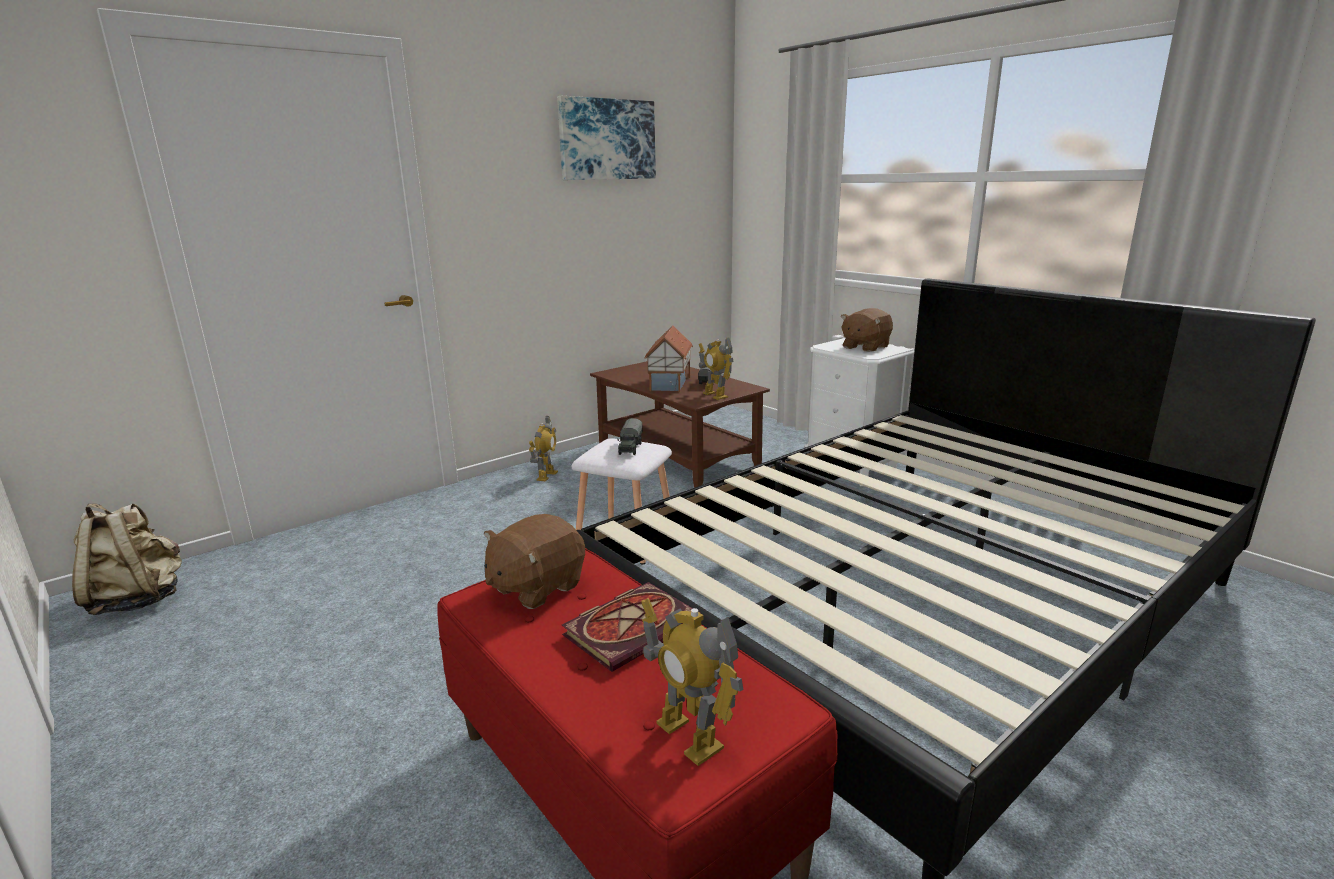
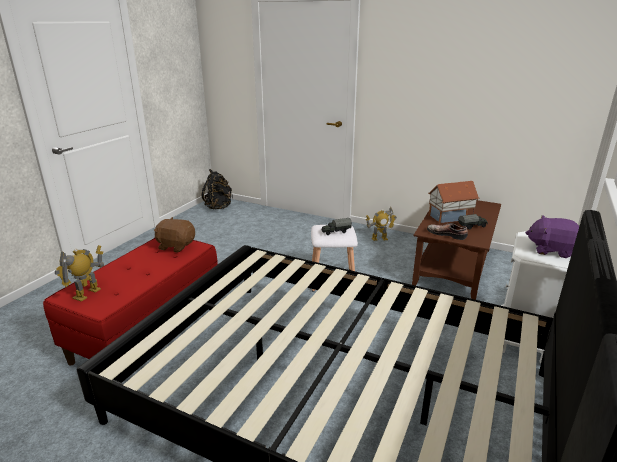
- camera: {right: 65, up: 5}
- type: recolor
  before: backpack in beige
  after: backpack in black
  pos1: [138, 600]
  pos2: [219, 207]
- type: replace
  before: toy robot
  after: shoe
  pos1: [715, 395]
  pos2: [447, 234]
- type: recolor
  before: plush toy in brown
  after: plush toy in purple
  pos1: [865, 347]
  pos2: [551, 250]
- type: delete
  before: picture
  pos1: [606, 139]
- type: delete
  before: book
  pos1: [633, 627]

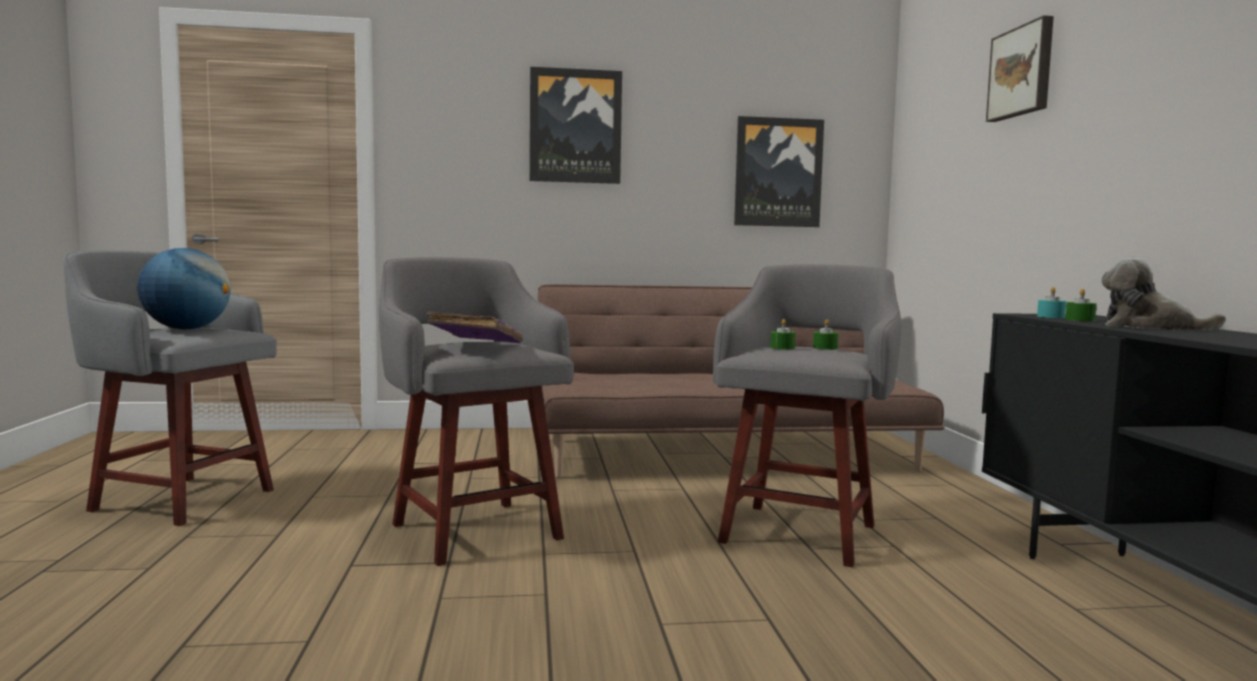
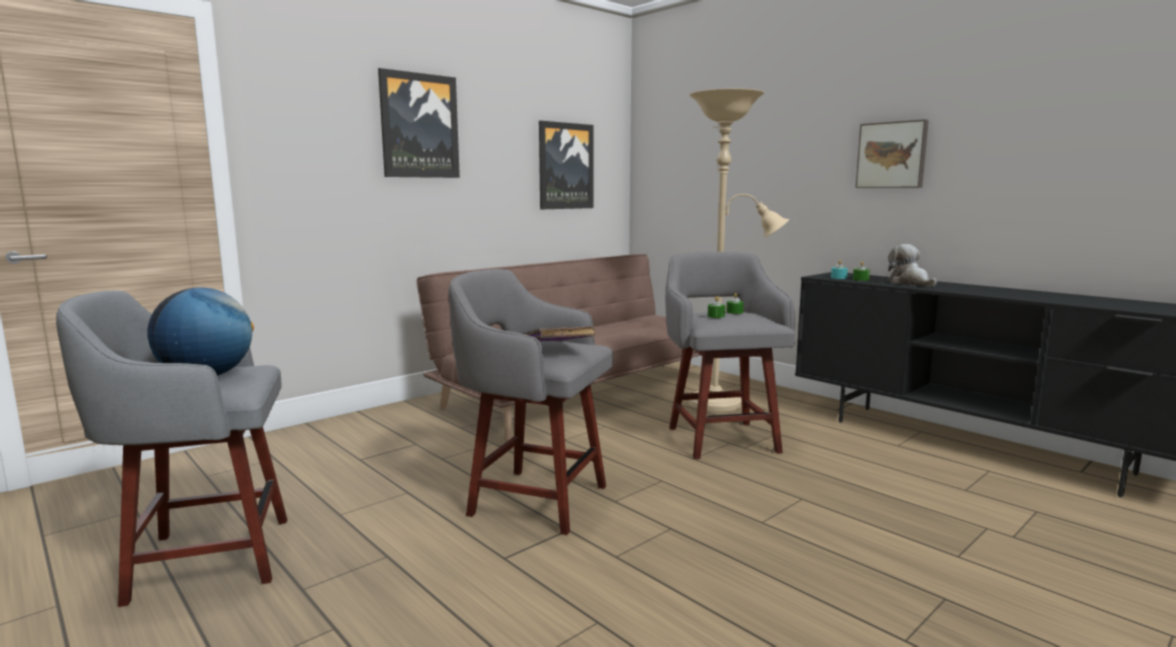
- camera: {right: -35, up: 5}
- type: insert
  after: floor lamp in beige
  pos2: [722, 403]
- type: move
  before: picture
  pos1: [1022, 72]
  pos2: [892, 155]
- type: rotate
  before: plush toy
  pos1: [1149, 327]
  pos2: [910, 283]
  turn: 75

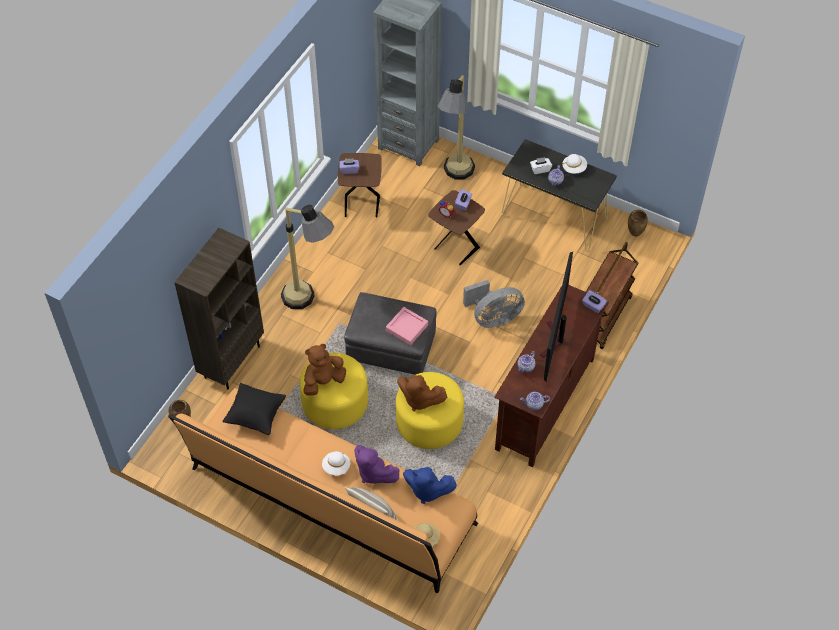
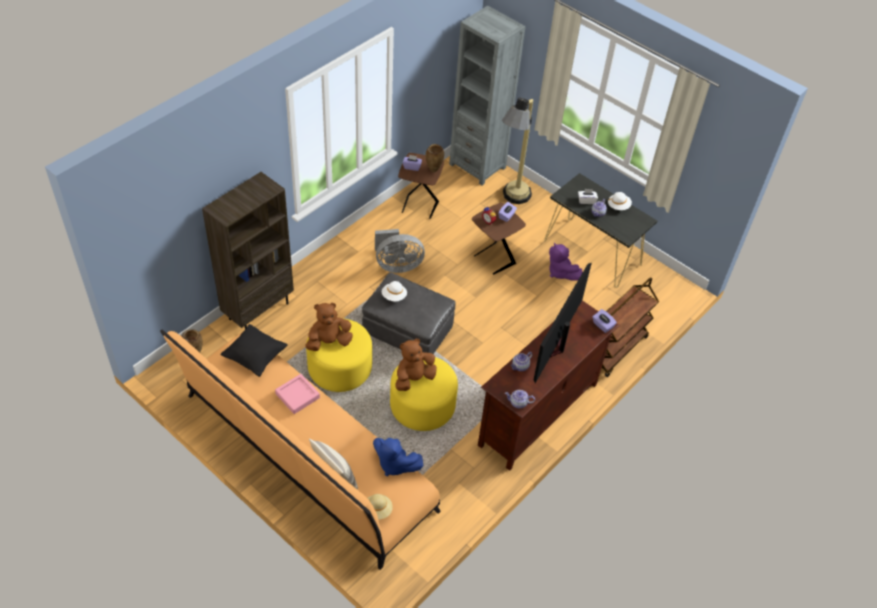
- camera: {right: 10, up: -5}
- type: move
  before: tray in pink
  pos1: [407, 328]
  pos2: [297, 396]
- type: move
  before: fan in grey
  pos1: [493, 318]
  pos2: [397, 265]
- type: move
  before: hat in white
  pos1: [336, 467]
  pos2: [394, 296]
- type: rotate
  before: plush toy in brown
  pos1: [419, 399]
  pos2: [414, 378]
  turn: 105
- type: move
  before: vase in brown
  pos1: [634, 234]
  pos2: [433, 170]
- type: move
  before: plush toy in purple
  pos1: [373, 473]
  pos2: [560, 272]
- type: delete
  before: floor lamp
  pos1: [310, 303]

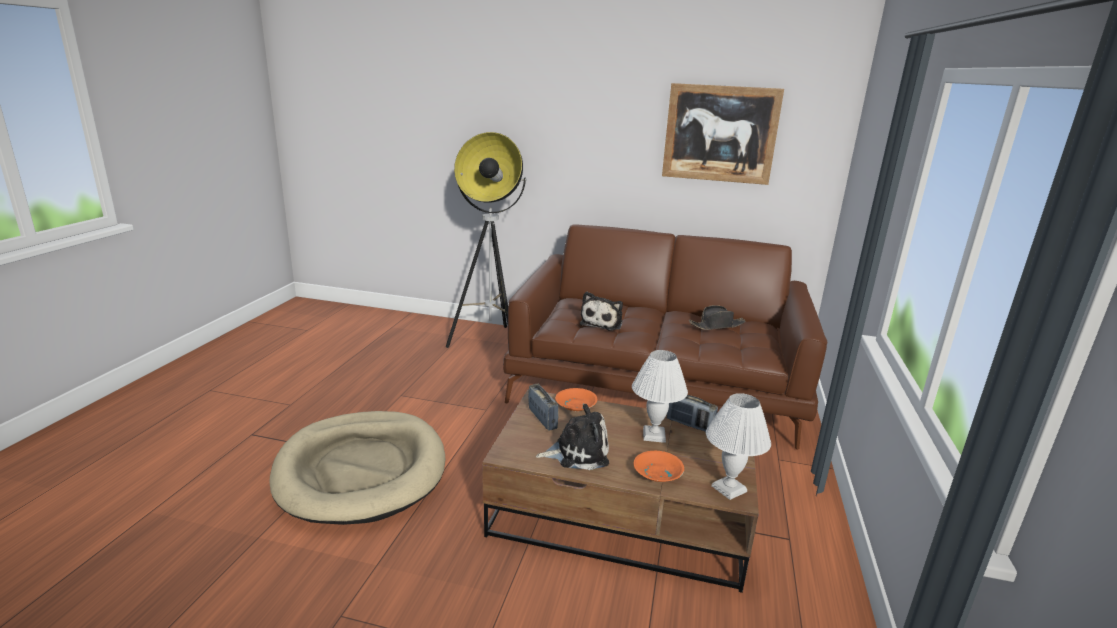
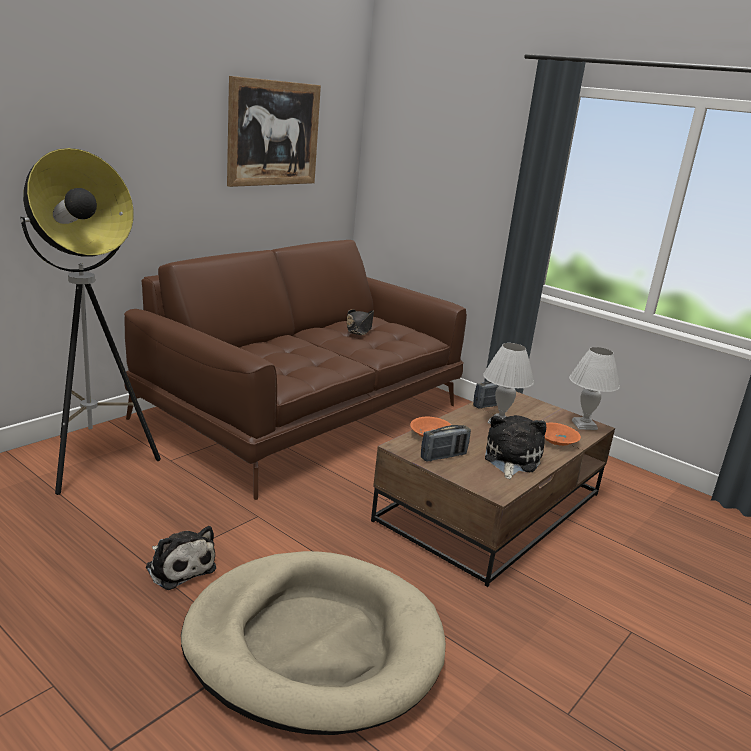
- camera: {right: -65, up: 0}
- type: move
  before: plush toy
  pos1: [602, 323]
  pos2: [179, 567]
- type: rotate
  before: radio
  pos1: [542, 419]
  pos2: [443, 456]
  turn: 150

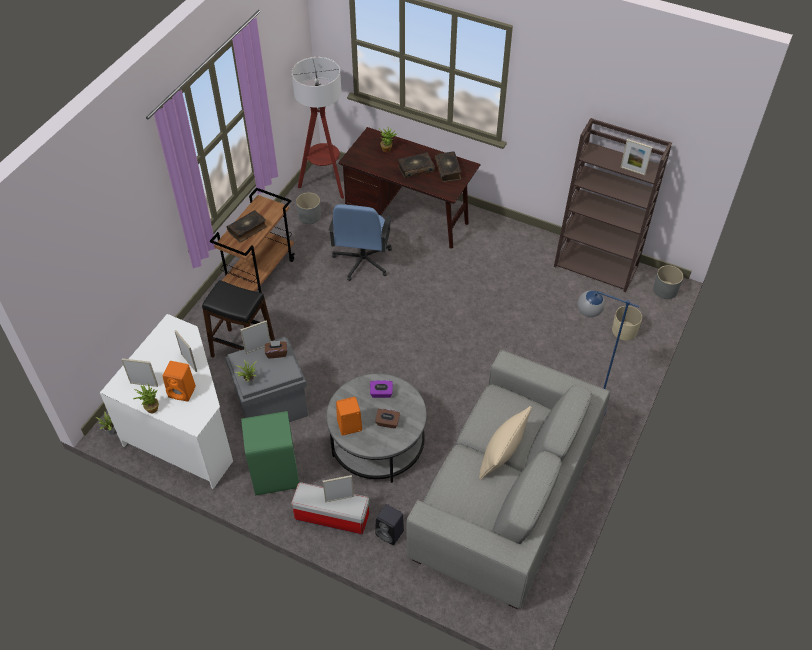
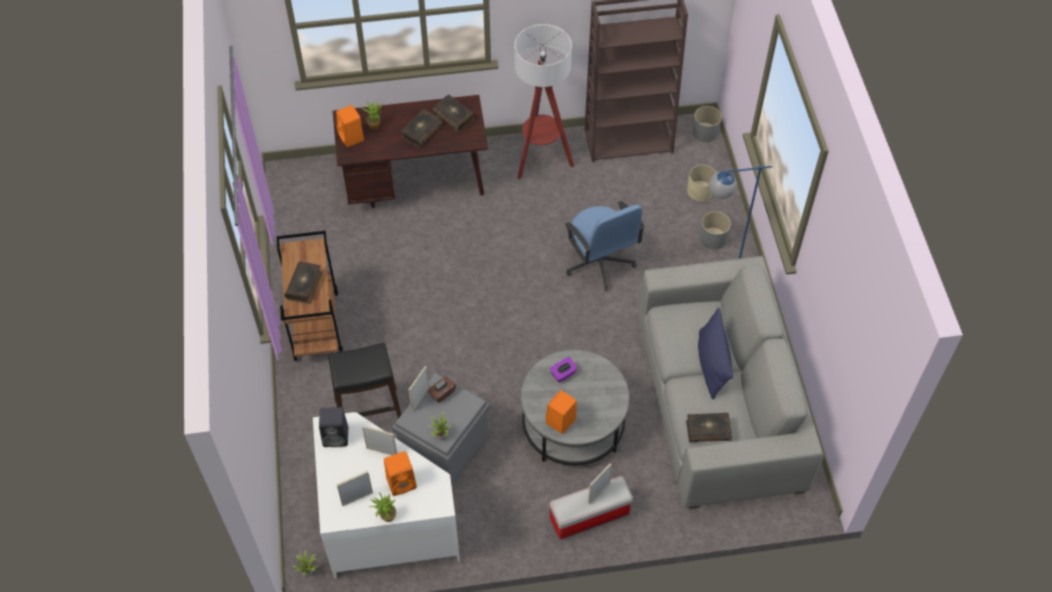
- camera: {right: -35, up: 5}
- type: move
  before: speaker in black
  pos1: [390, 533]
  pos2: [337, 436]
- type: insert
  after: speaker in orange
  pos2: [352, 138]
- type: move
  before: floor lamp
  pos1: [325, 184]
  pos2: [541, 160]
- type: move
  before: office chair in blue
  pos1: [362, 261]
  pos2: [599, 263]
- type: insert
  after: book
  pos2: [708, 430]
- type: recolor
  before: pillow in beige
  after: pillow in blue
  pos1: [502, 452]
  pos2: [712, 364]
- type: move
  before: planter in grey
  pos1: [309, 216]
  pos2: [713, 238]
- type: delete
  before: trash can in green
  pos1: [276, 476]
- type: delete
  before: tissue box in brown
  pos1: [387, 423]
- type: delete
  before: picture frame
  pos1: [632, 171]

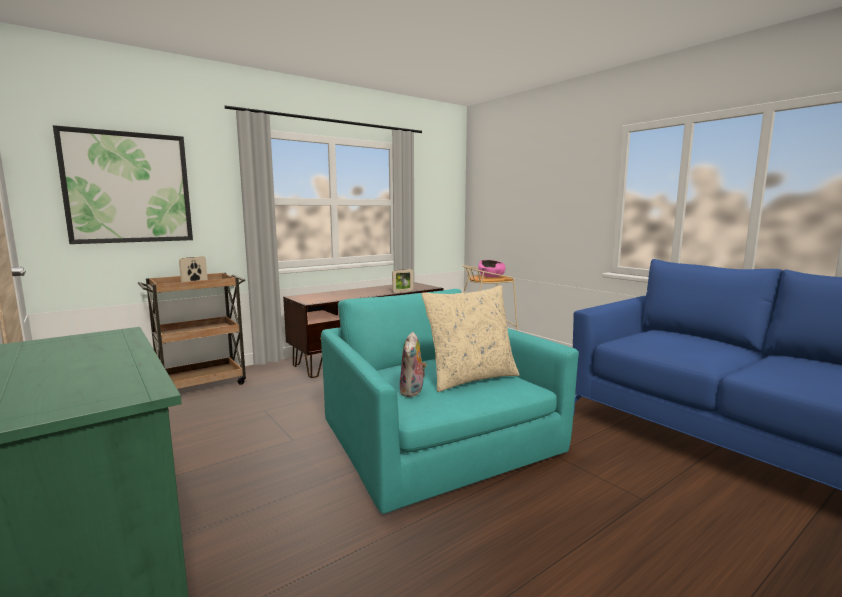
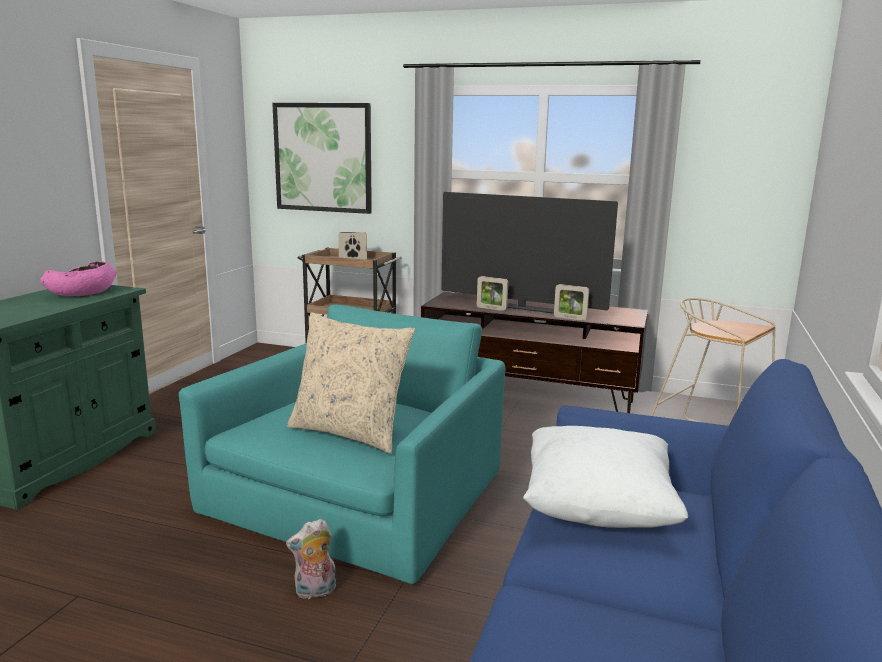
- camera: {right: 55, up: 5}
- type: move
  before: bowl in pink
  pos1: [491, 276]
  pos2: [81, 294]
- type: move
  before: plush toy
  pos1: [413, 392]
  pos2: [315, 592]
- type: insert
  after: television
  pos2: [521, 308]
- type: insert
  after: picture frame
  pos2: [491, 308]
- type: insert
  after: pillow in white
  pos2: [597, 509]

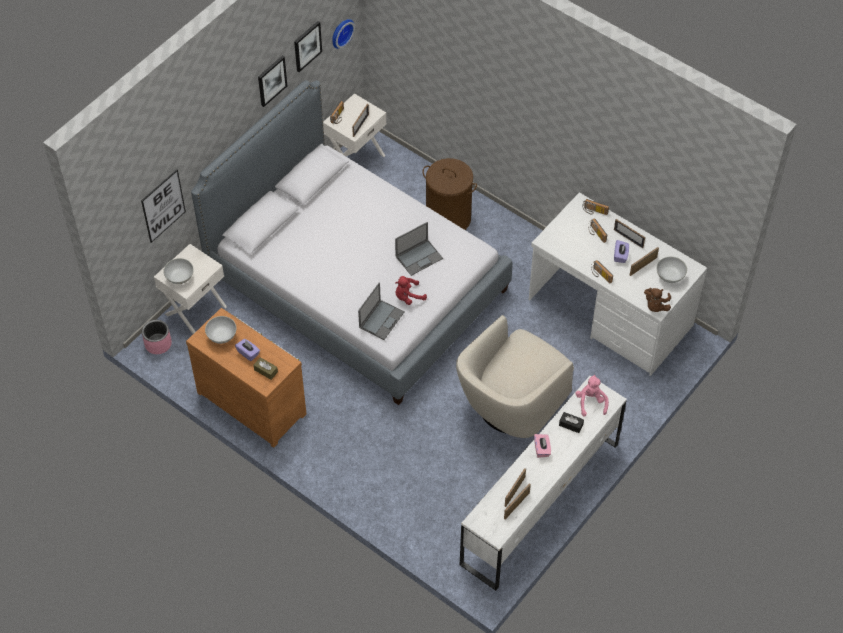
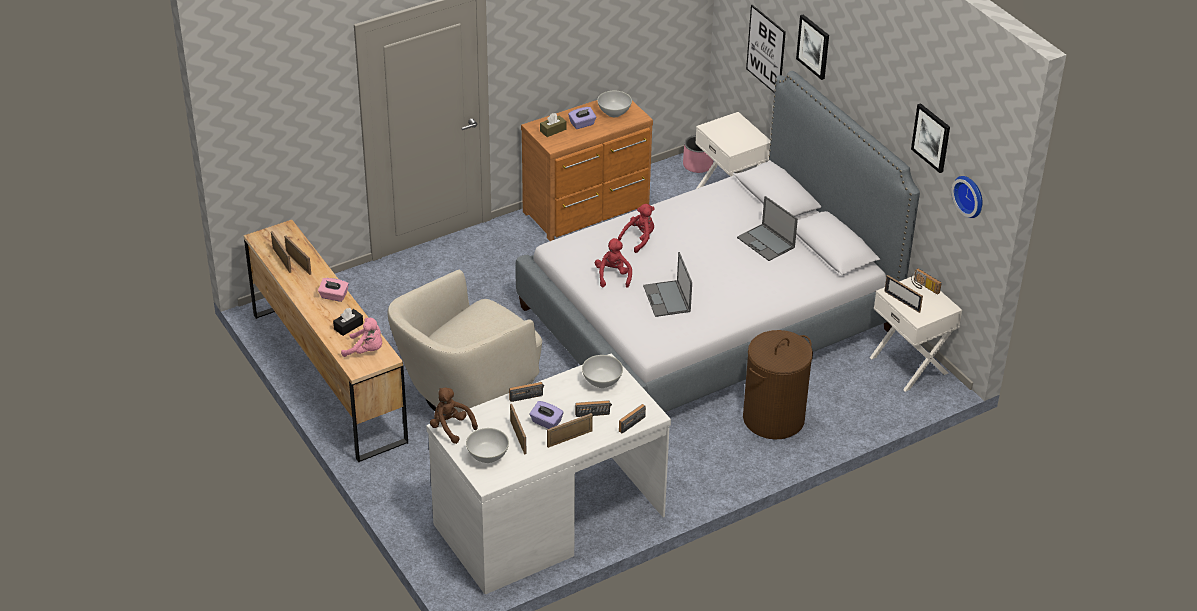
- camera: {right: 110, up: -15}
- type: recolor
  before: dresser in white
  after: dresser in brown
  pos1: [540, 503]
  pos2: [328, 376]
- type: rotate
  before: armchair in beige
  pos1: [511, 405]
  pos2: [466, 392]
  turn: -105
- type: move
  before: bowl in white
  pos1: [180, 277]
  pos2: [602, 381]
- type: insert
  after: plush toy in red
  pos2: [639, 239]
- type: move
  before: laptop
  pos1: [381, 319]
  pos2: [766, 243]
- type: move
  before: picture
  pos1: [271, 80]
  pos2: [813, 46]

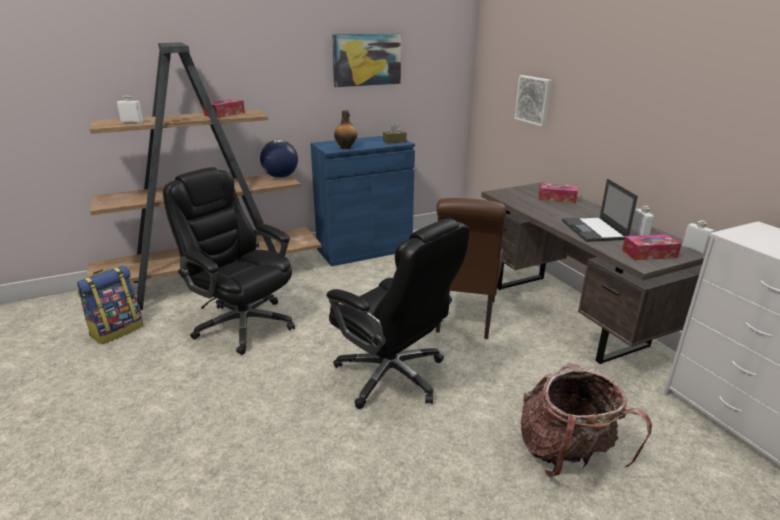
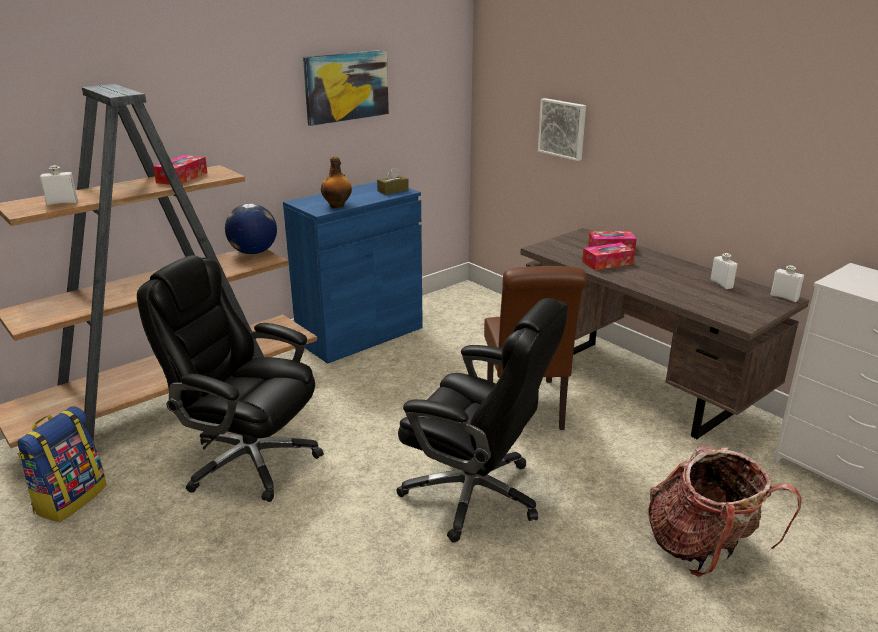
- camera: {right: -15, up: 0}
- type: move
  before: tissue box
  pos1: [649, 254]
  pos2: [607, 263]
- type: delete
  before: laptop
  pos1: [594, 230]

